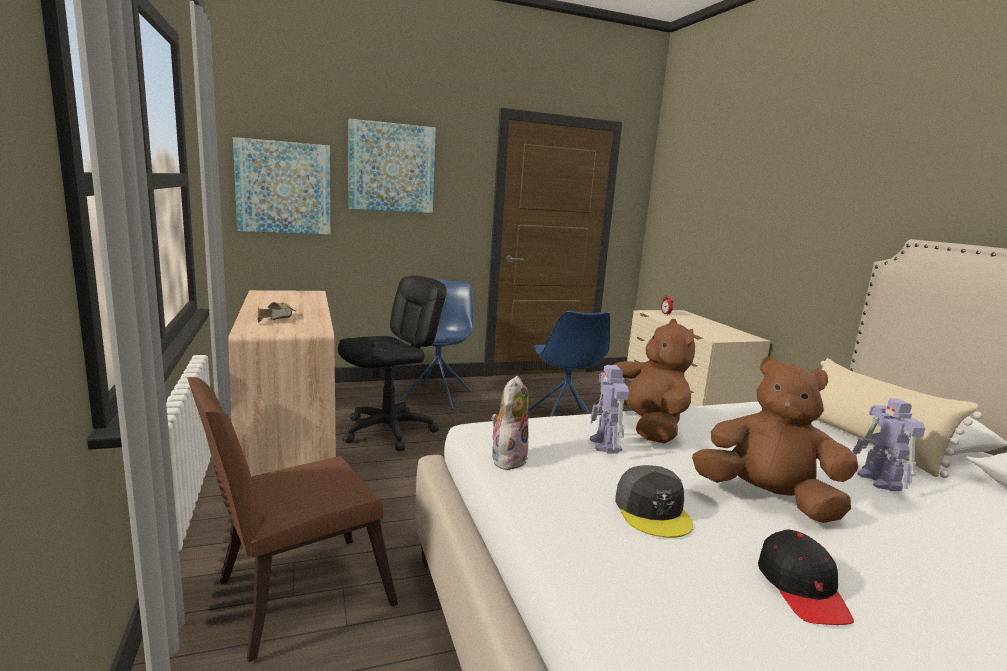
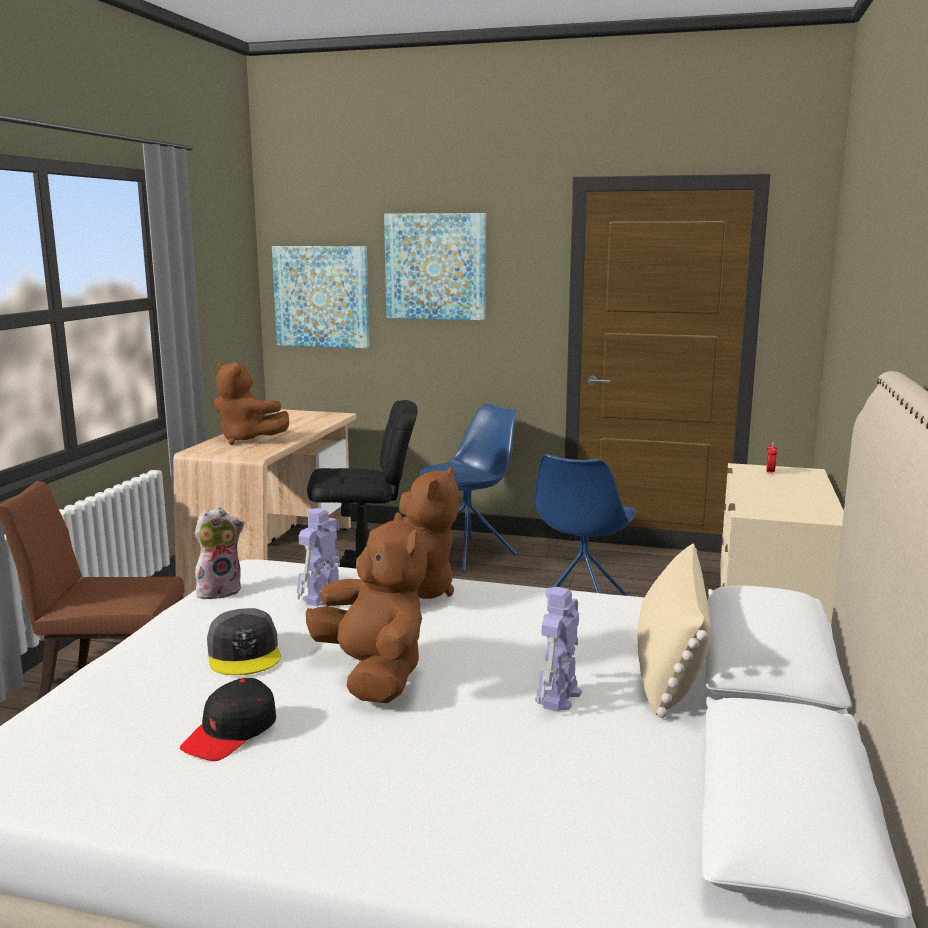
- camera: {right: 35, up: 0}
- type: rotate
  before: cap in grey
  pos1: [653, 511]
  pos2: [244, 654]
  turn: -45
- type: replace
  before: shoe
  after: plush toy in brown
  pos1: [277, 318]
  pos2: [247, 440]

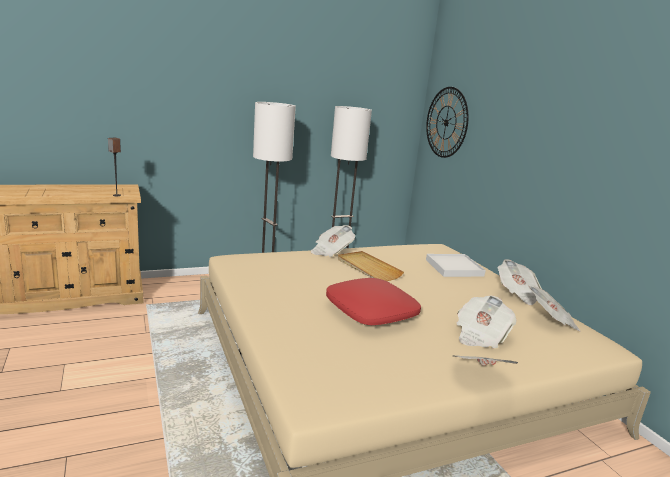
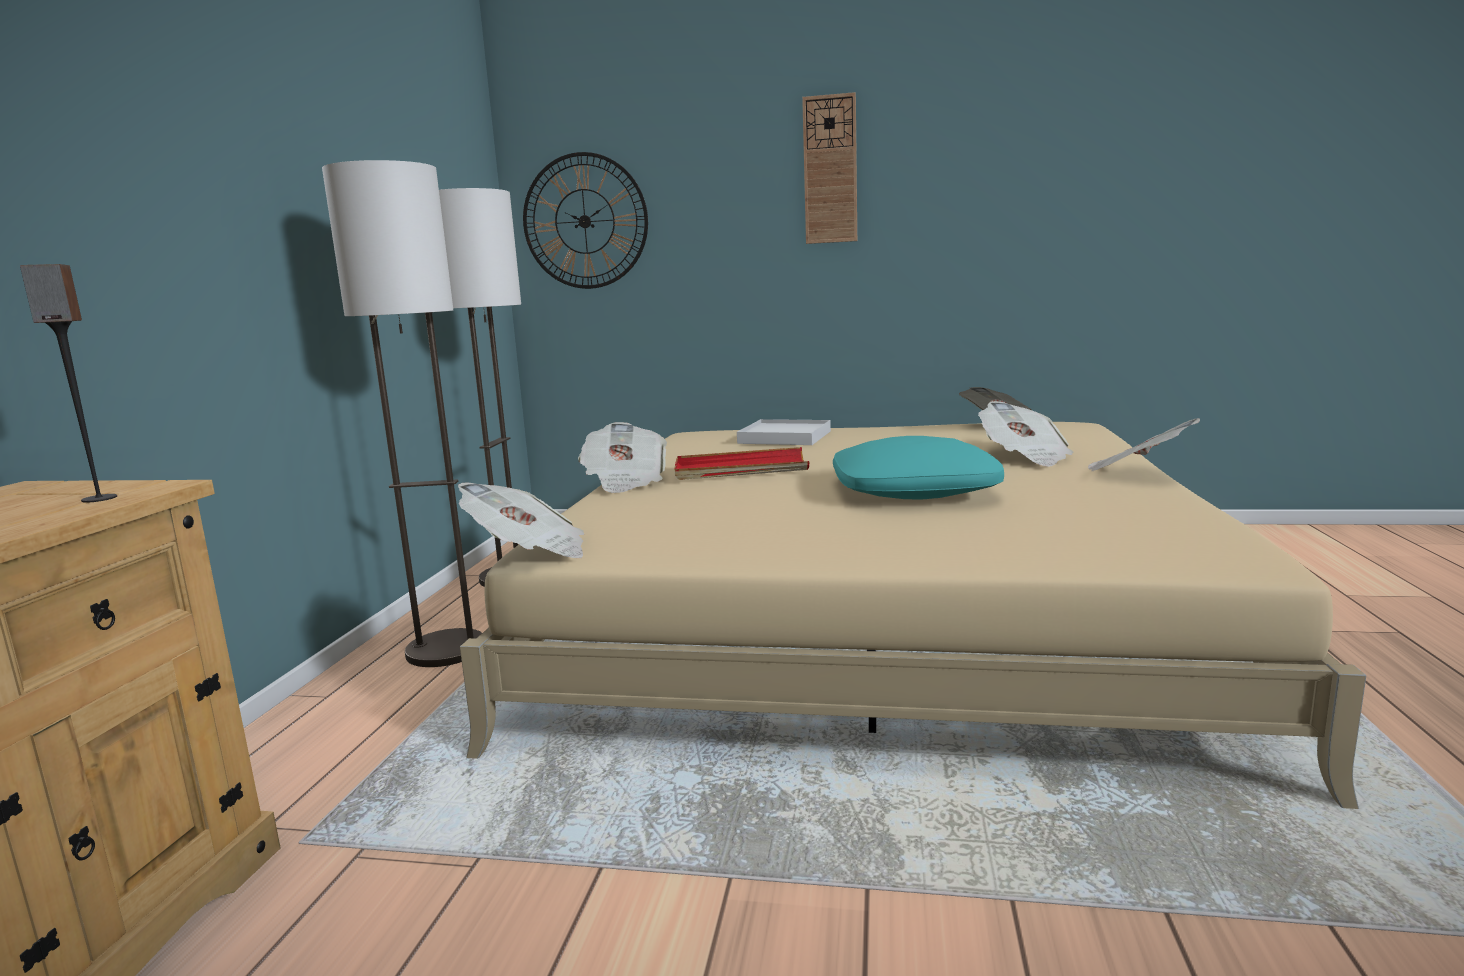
- camera: {right: -55, up: -5}
- type: move
  before: newspaper
  pos1: [518, 294]
  pos2: [529, 552]
- type: recolor
  before: tray in beige
  after: tray in red
  pos1: [368, 268]
  pos2: [740, 469]
- type: insert
  after: wall clock
  pos2: [830, 170]
- type: recolor
  before: pillow in red
  after: pillow in turquoise
  pos1: [371, 311]
  pos2: [914, 489]

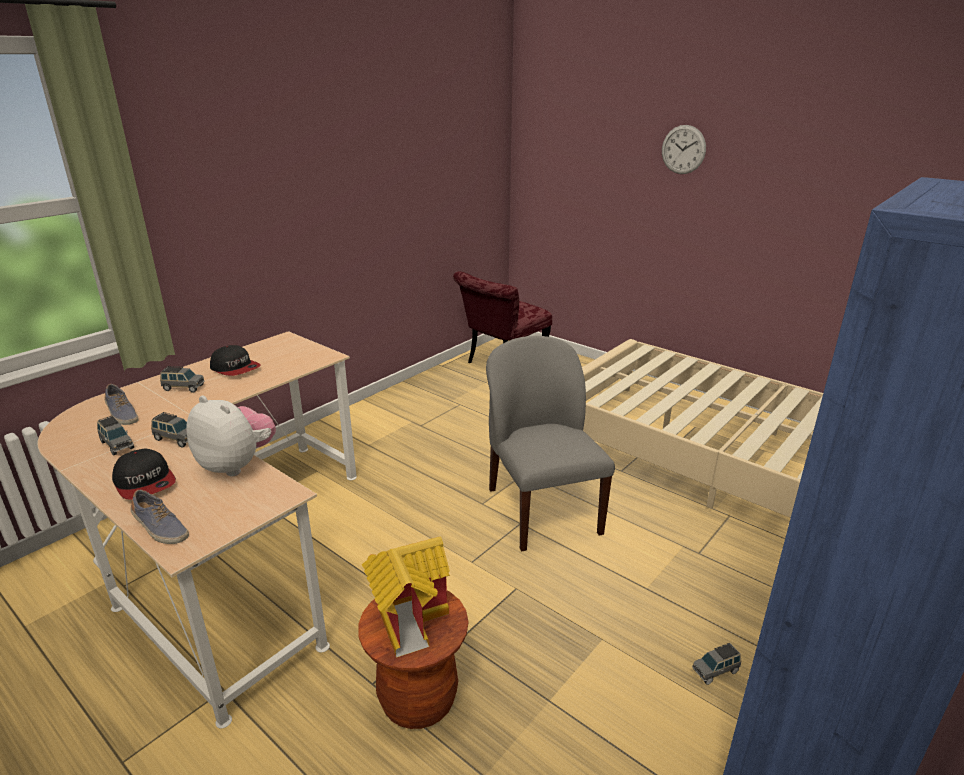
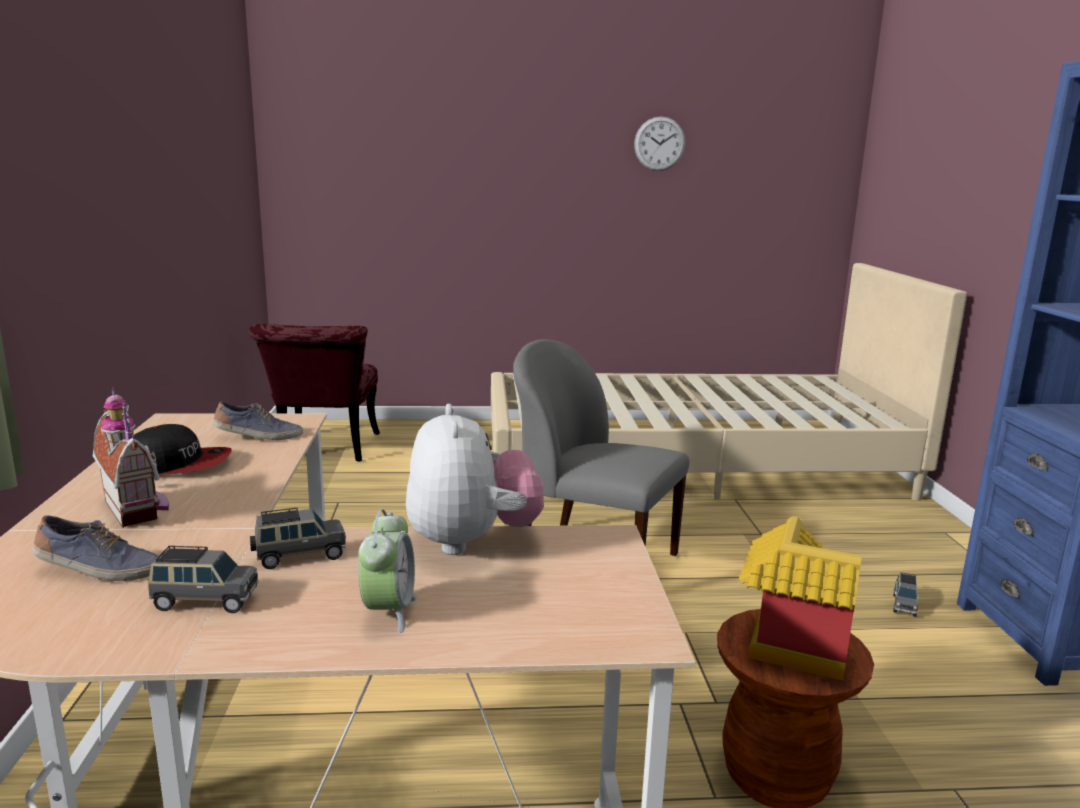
- camera: {right: -45, up: -10}
- type: replace
  before: toy car in grey
  after: toy house
  pos1: [183, 388]
  pos2: [138, 508]
- type: move
  before: shoe
  pos1: [160, 529]
  pos2: [259, 437]
- type: replace
  before: cap
  after: alarm clock
  pos1: [145, 482]
  pos2: [389, 611]
- type: rotate
  before: plush toy
  pos1: [237, 465]
  pos2: [471, 542]
  turn: 90
- type: move
  before: wall clock
  pos1: [683, 149]
  pos2: [659, 144]

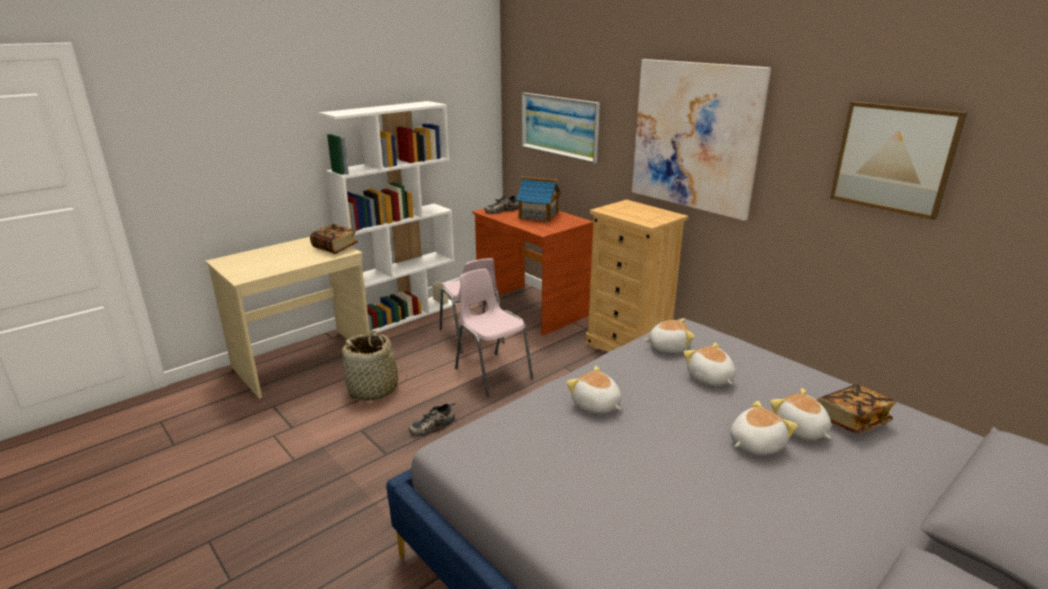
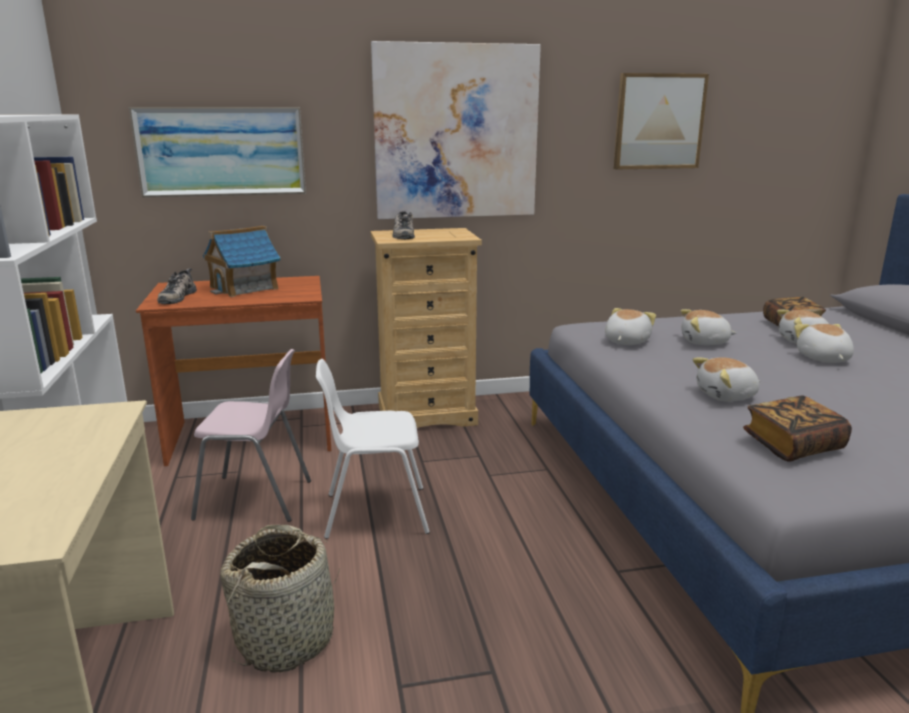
- camera: {right: -60, up: -5}
- type: recolor
  before: chair in pink
  after: chair in white
  pos1: [492, 373]
  pos2: [375, 512]
- type: move
  before: shoe
  pos1: [432, 424]
  pos2: [402, 235]
- type: move
  before: book
  pos1: [335, 248]
  pos2: [792, 445]

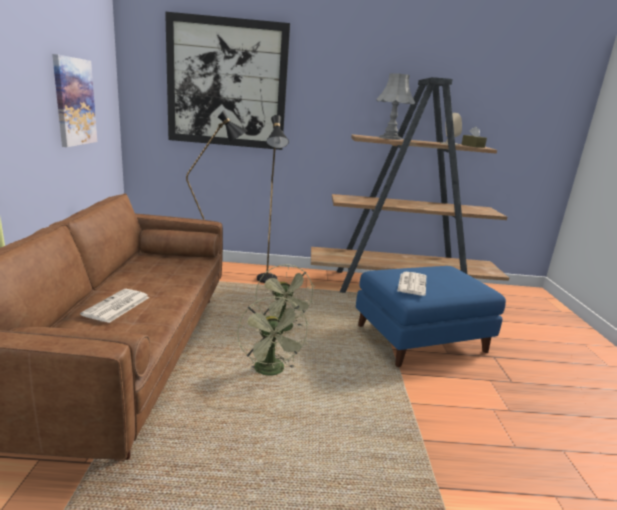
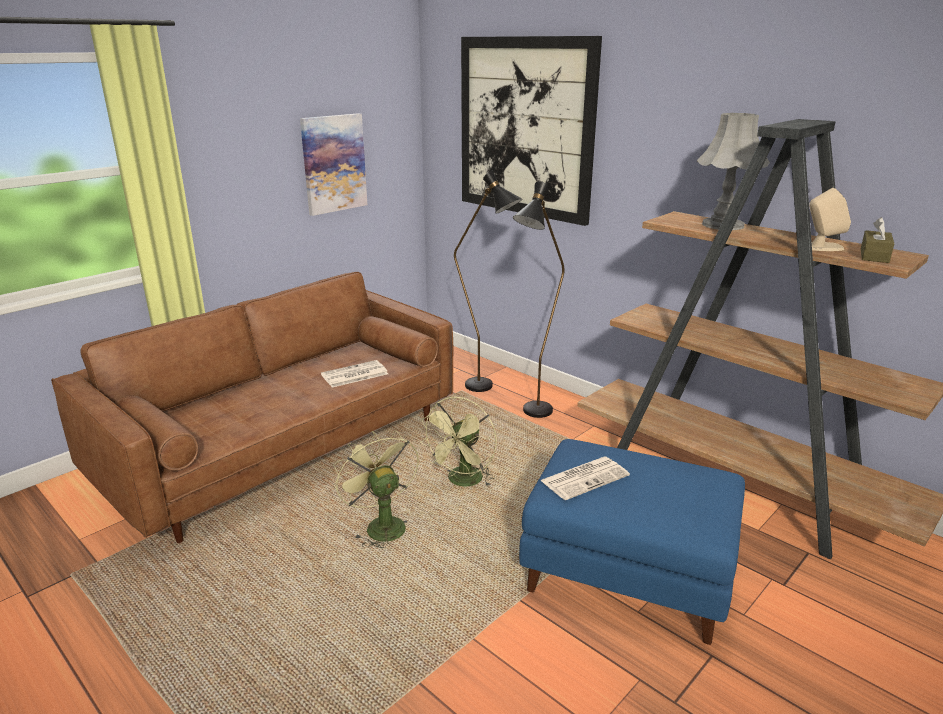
- camera: {right: 45, up: 5}
- type: move
  before: newspaper
  pos1: [116, 306]
  pos2: [354, 375]
- type: rotate
  before: fan in green
  pos1: [271, 371]
  pos2: [380, 525]
  turn: 120

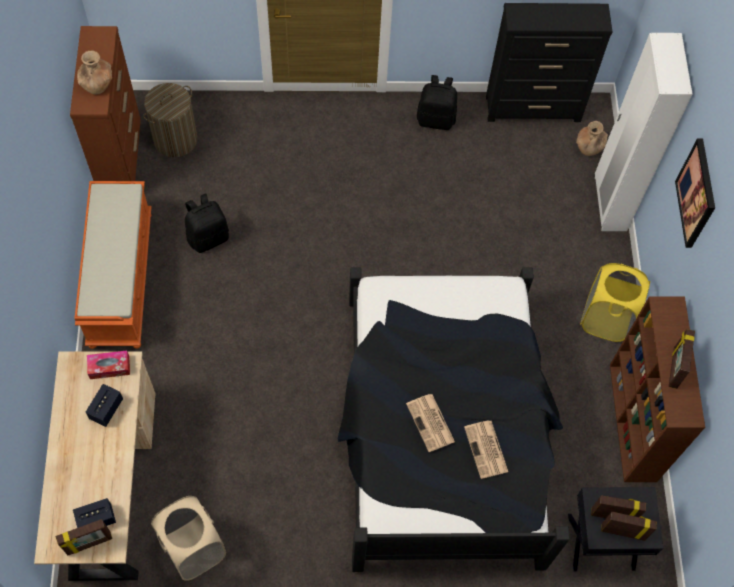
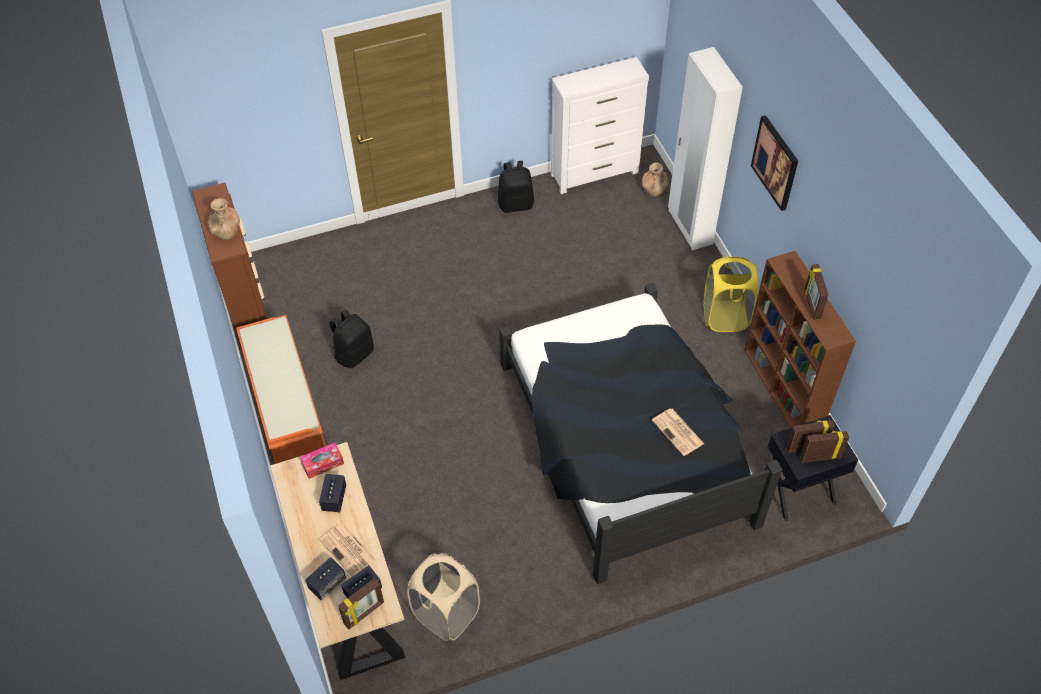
- camera: {right: -15, up: -10}
- type: insert
  after: speaker
  pos2: [327, 584]
- type: move
  before: newspaper
  pos1: [431, 423]
  pos2: [349, 551]
- type: recolor
  before: dresser in black
  after: dresser in white
  pos1: [533, 109]
  pos2: [595, 174]
- type: delete
  before: laundry basket
  pos1: [175, 139]

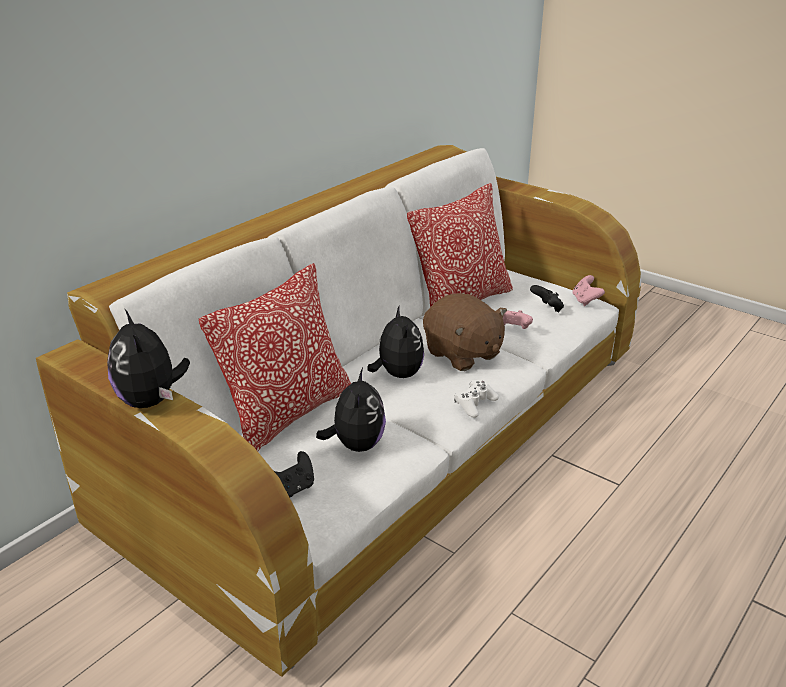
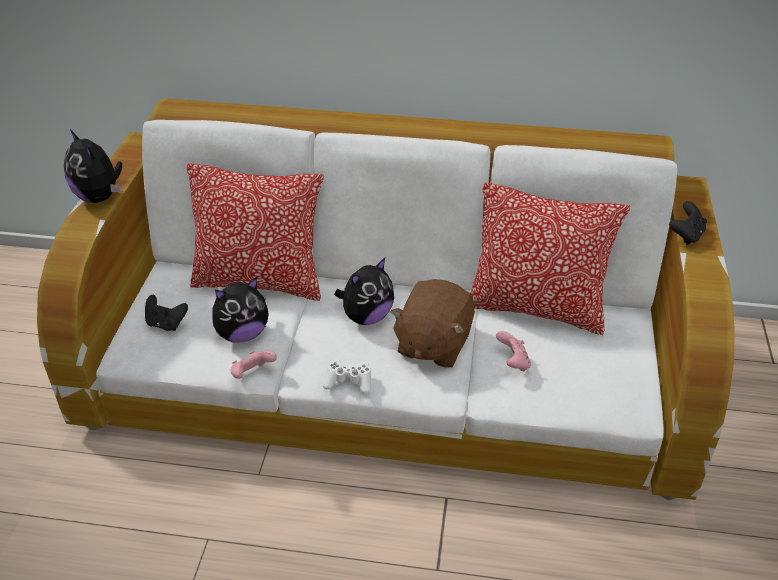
- camera: {right: 60, up: 10}
- type: rotate
  before: plush toy
  pos1: [151, 401]
  pos2: [100, 197]
  turn: -75
- type: move
  before: game controller in pink
  pos1: [585, 301]
  pos2: [252, 374]
- type: move
  before: game controller in black
  pos1: [547, 309]
  pos2: [686, 235]

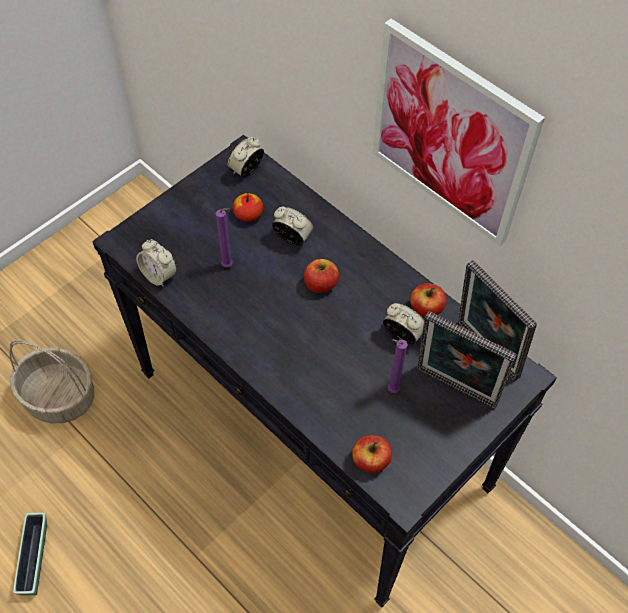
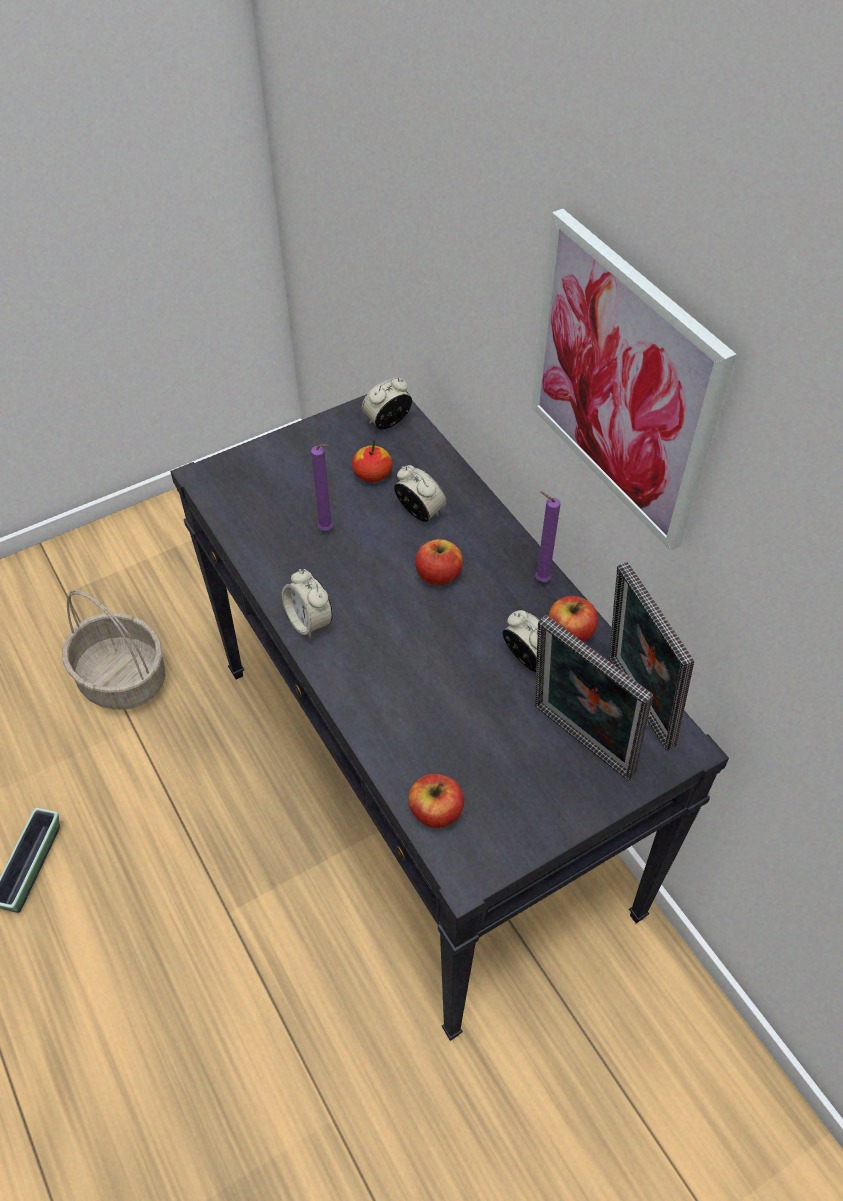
- camera: {right: 15, up: -5}
- type: move
  before: alarm clock
  pos1: [159, 275]
  pos2: [309, 621]
- type: move
  before: candle in purple
  pos1: [391, 389]
  pos2: [539, 579]

